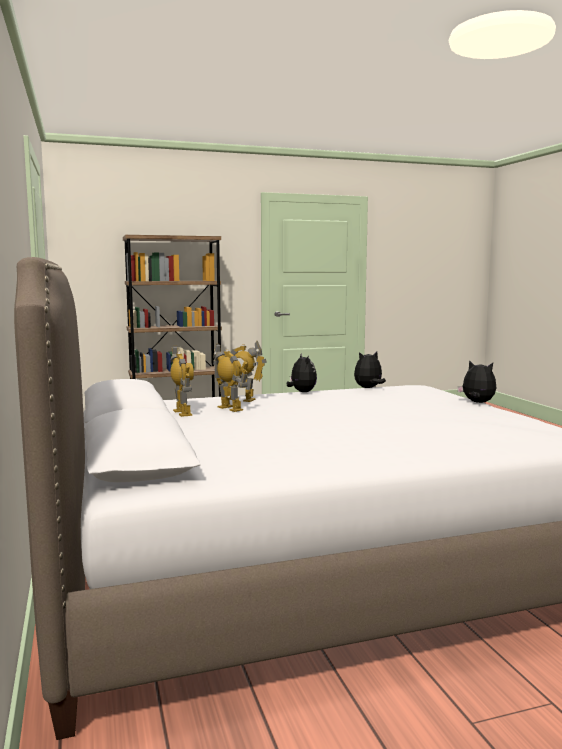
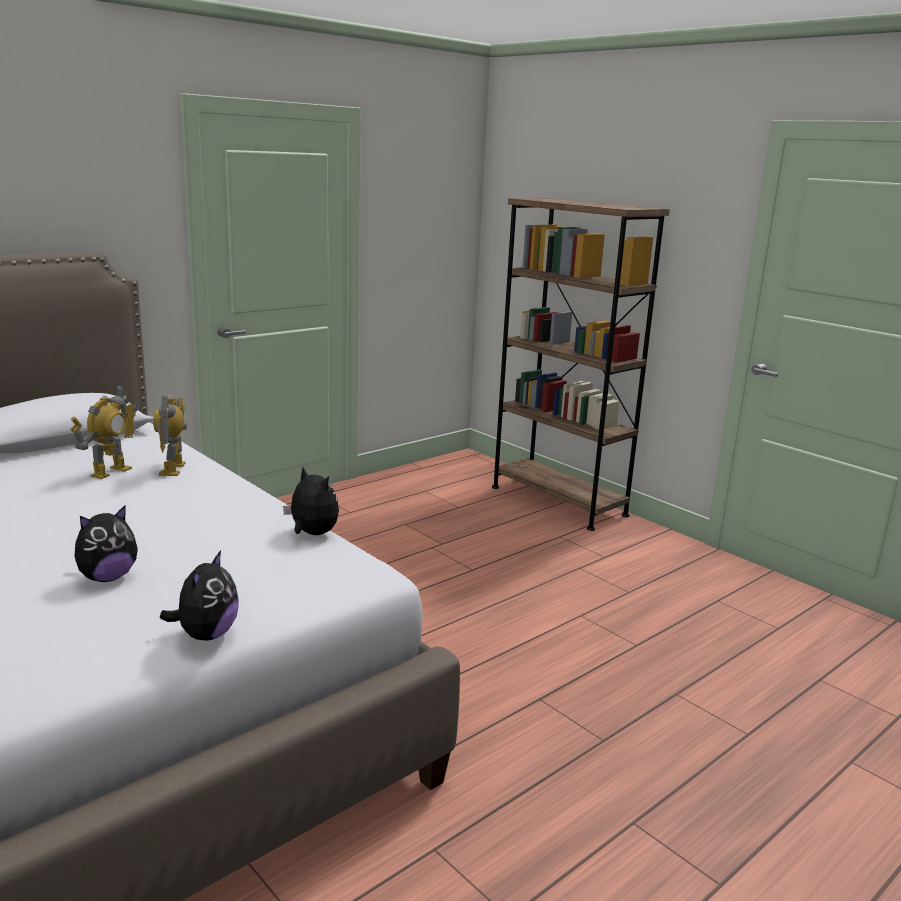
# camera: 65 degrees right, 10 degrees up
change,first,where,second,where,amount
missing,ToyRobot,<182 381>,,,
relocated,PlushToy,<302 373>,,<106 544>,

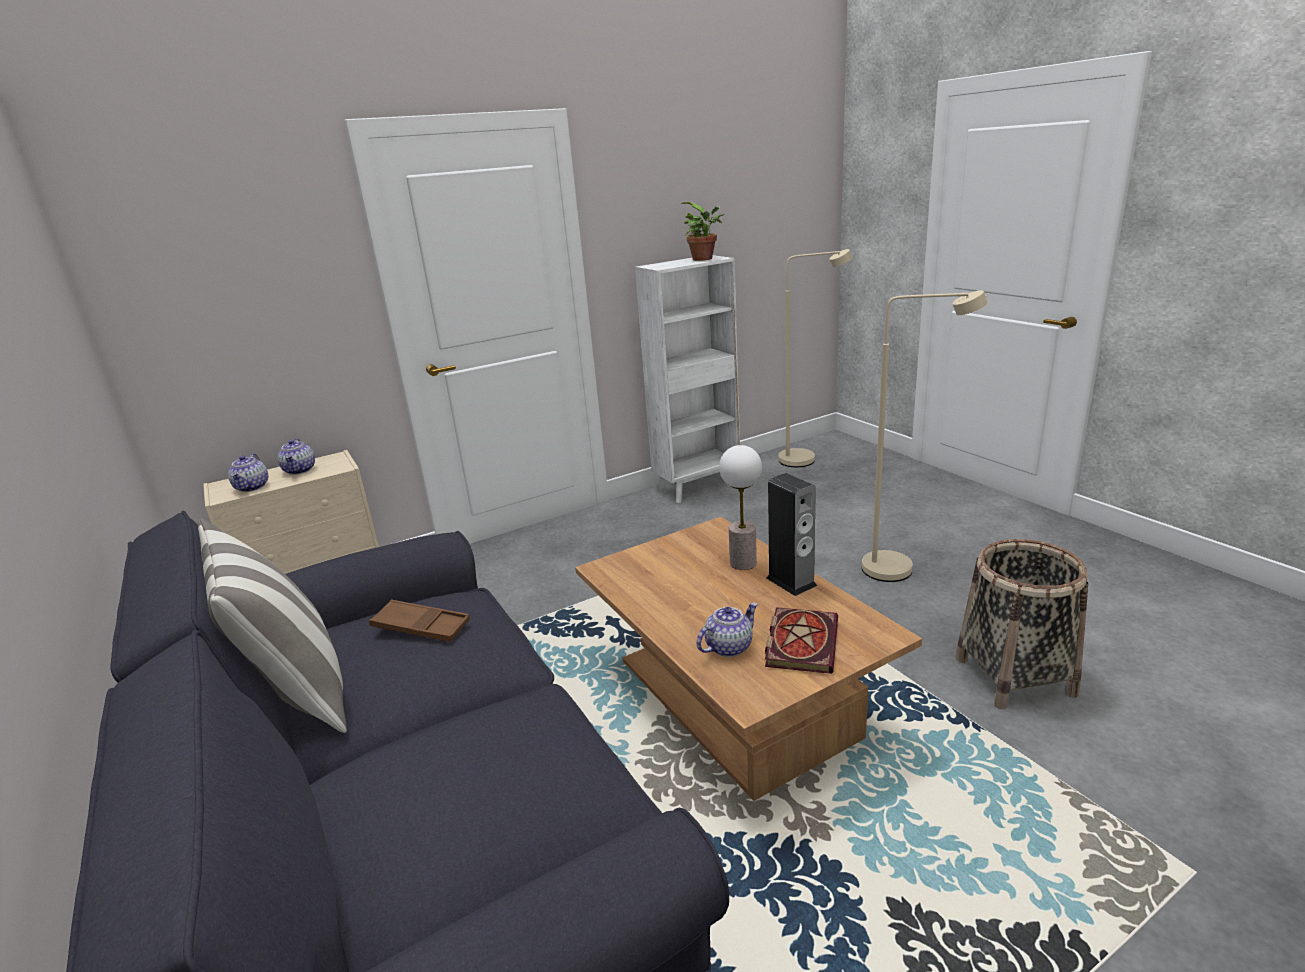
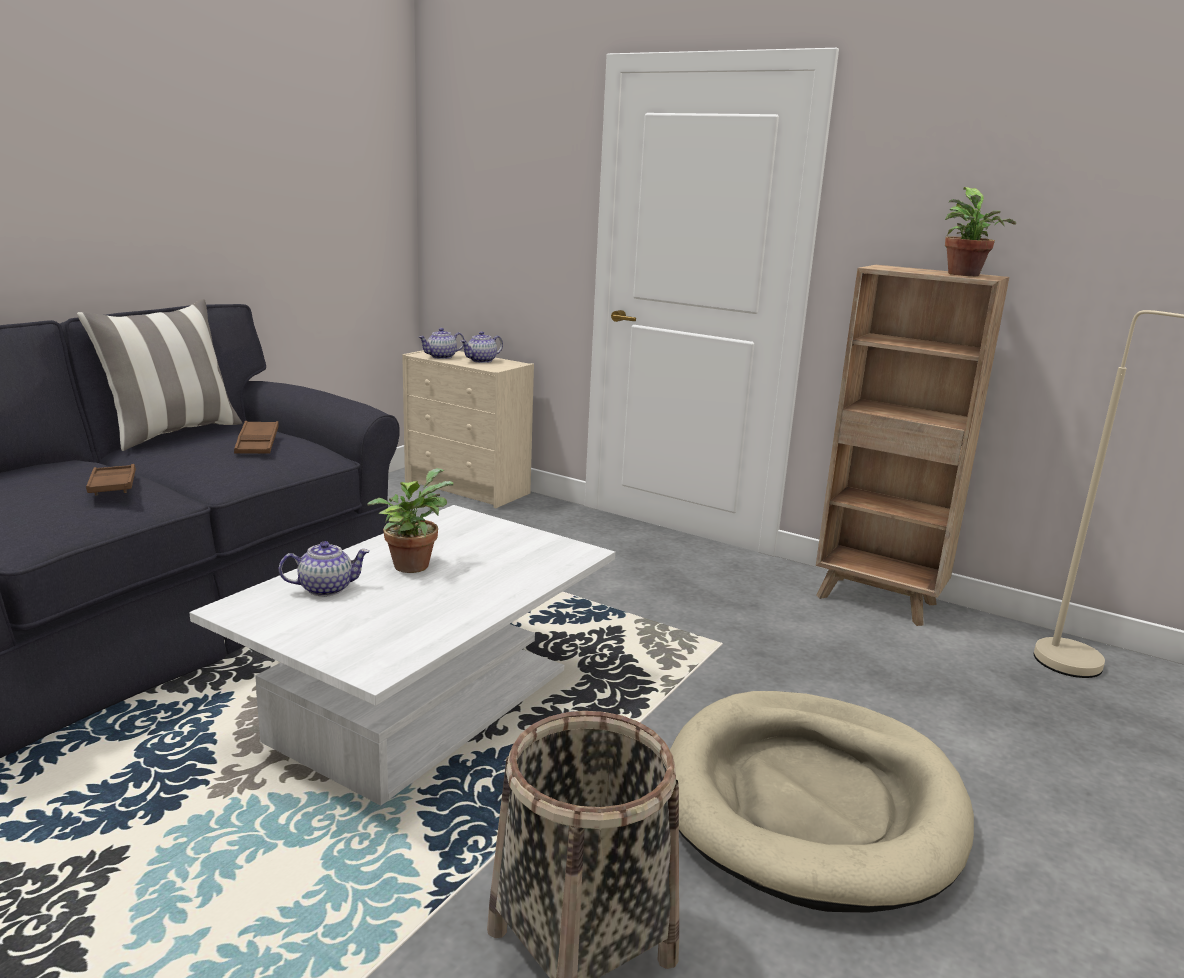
# camera: 60 degrees right, 5 degrees down
change,first,where,second,where,amount
colour,BrownCoffeeTable,<748 659>,WhiteCoffeeTable,<402 655>,
colour,WhiteBookcase,<687 379>,BrownBookcase,<912 445>,
spun,Teapot,<727 629>,,<324 569>,45 degrees counterclockwise
missing,TableLamp,<740 507>,,,
missing,Book,<801 640>,,,
missing,Speaker,<791 534>,,,
exchanged,BeigeFloorLamp,<925 436>,BeigeDogBed,<822 801>,
appeared,,,BrownTray,<111 480>,
appeared,,,PottedPlant,<410 520>,

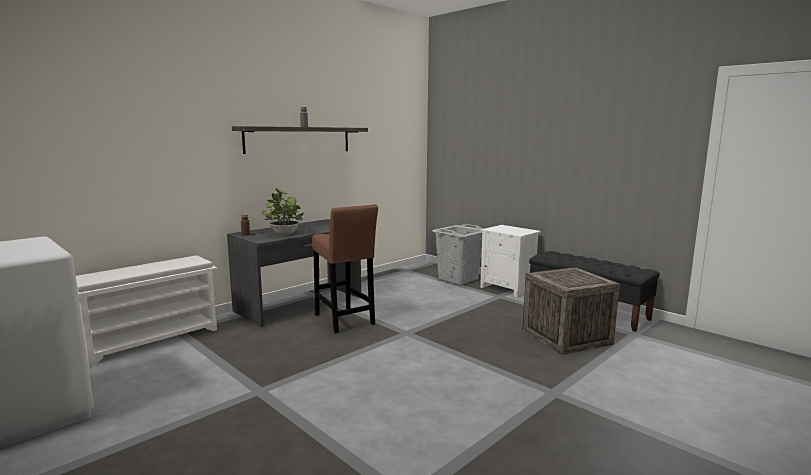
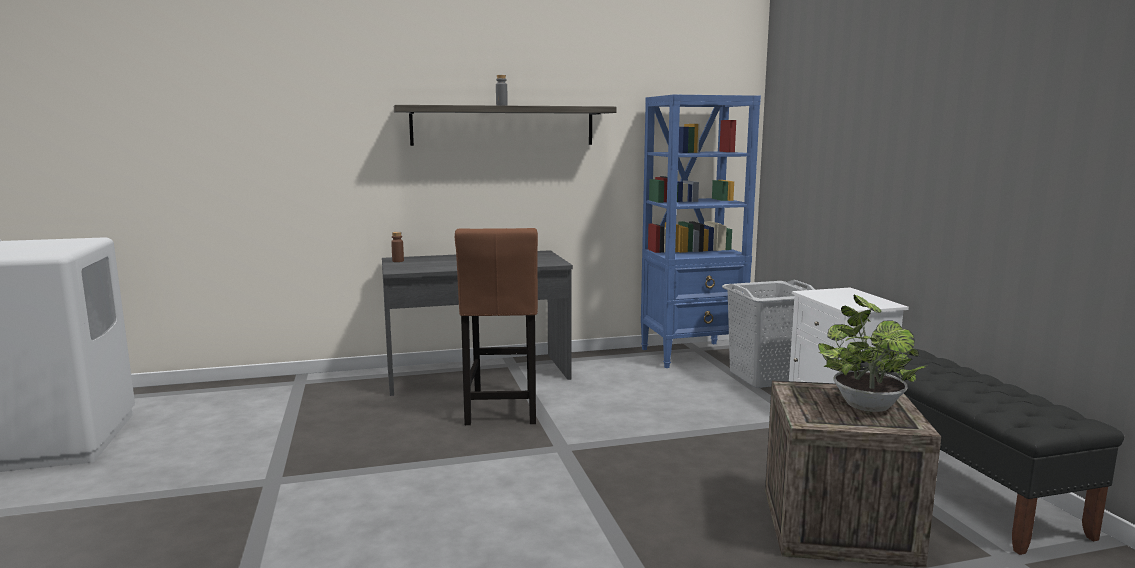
# camera: 30 degrees right, 0 degrees up
change,first,where,second,where,amount
missing,WhiteShoeRack,<146 311>,,,
relocated,PottedPlant,<283 211>,,<872 353>,
appeared,,,BlueBookcase,<701 231>,

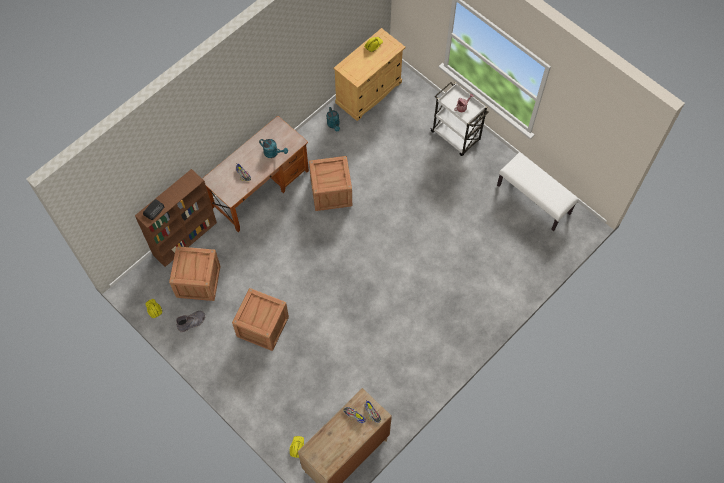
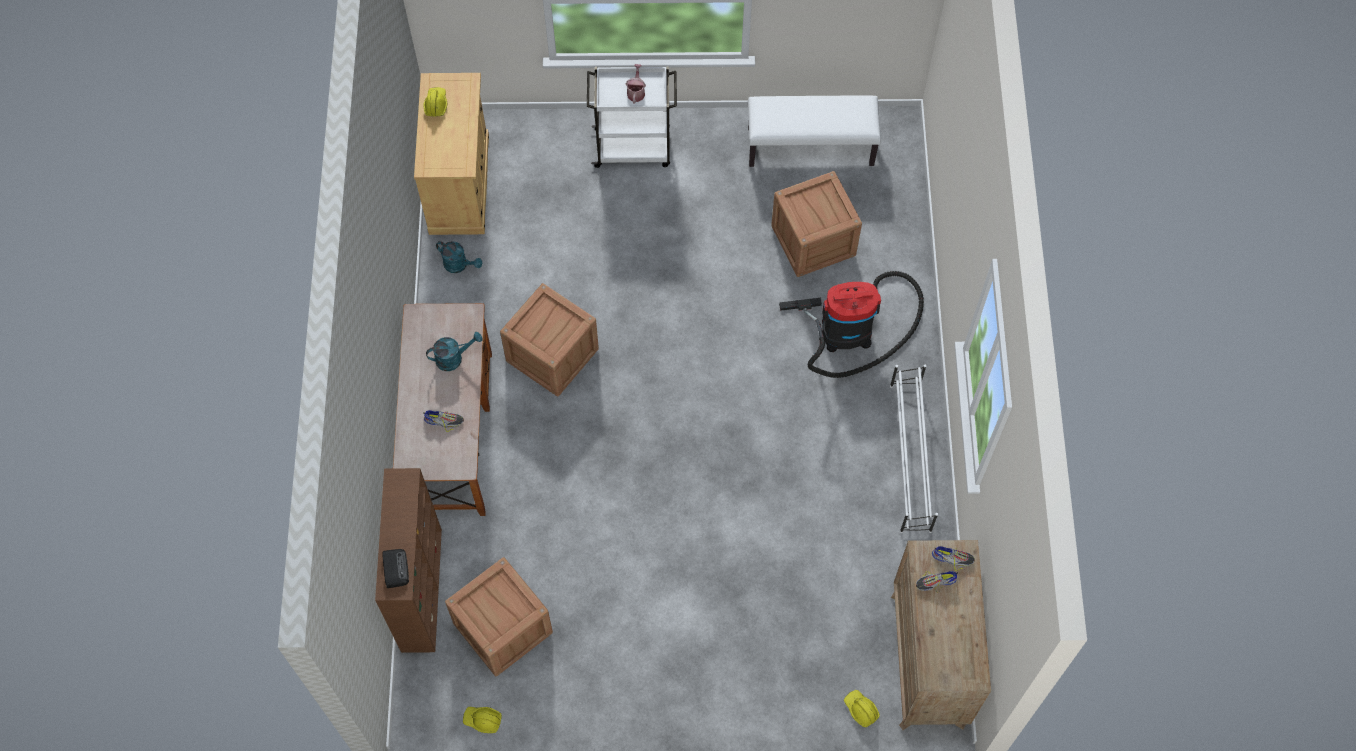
# camera: 45 degrees left, 0 degrees up
change,first,where,second,where,amount
missing,GreyBoot,<191 321>,,,
relocated,Crate,<260 319>,,<816 224>,
appeared,,,VacuumCleaner,<851 324>,
appeared,,,WhiteShoeRack,<914 448>,

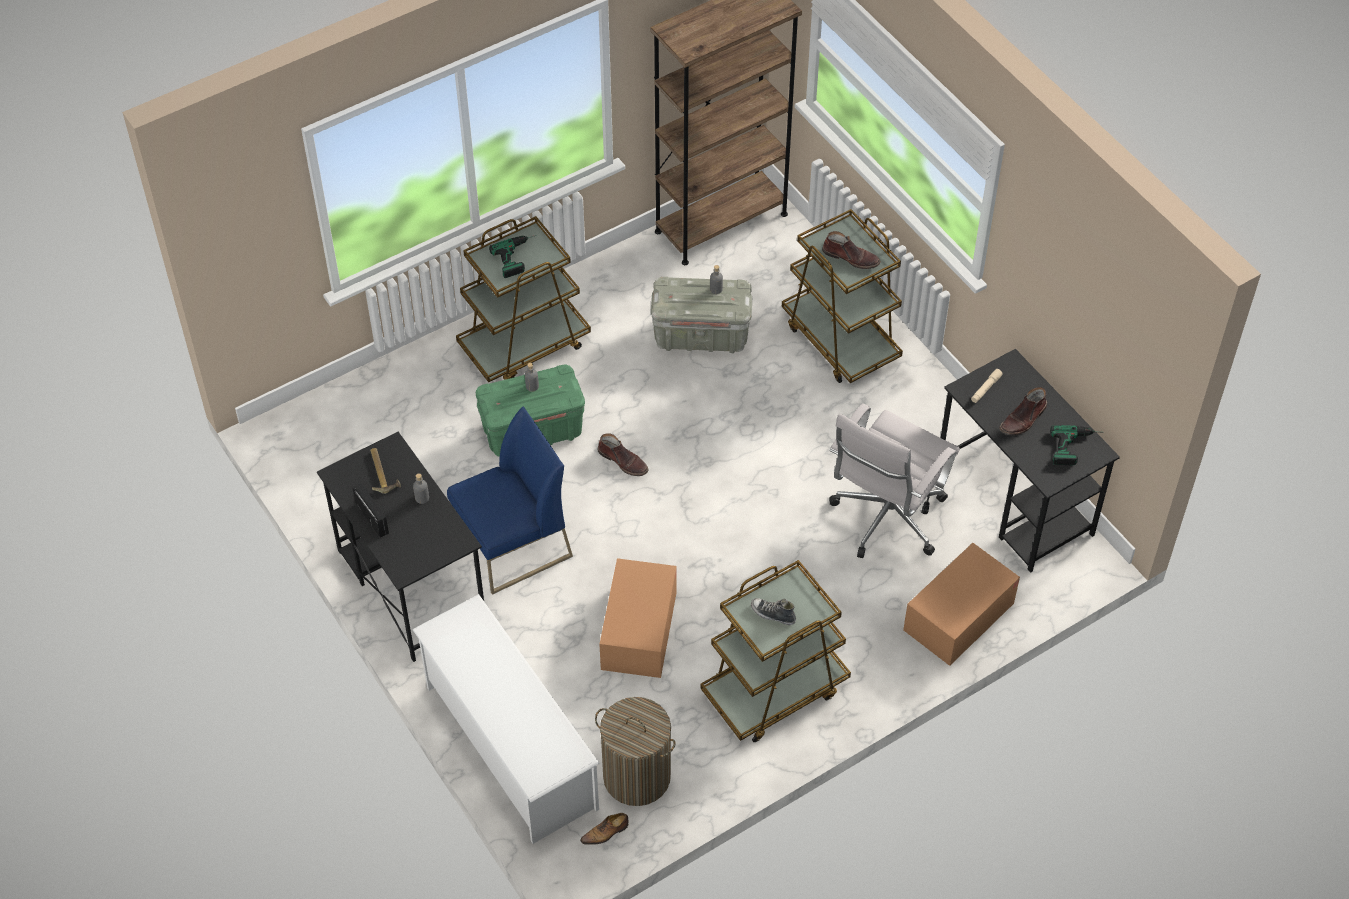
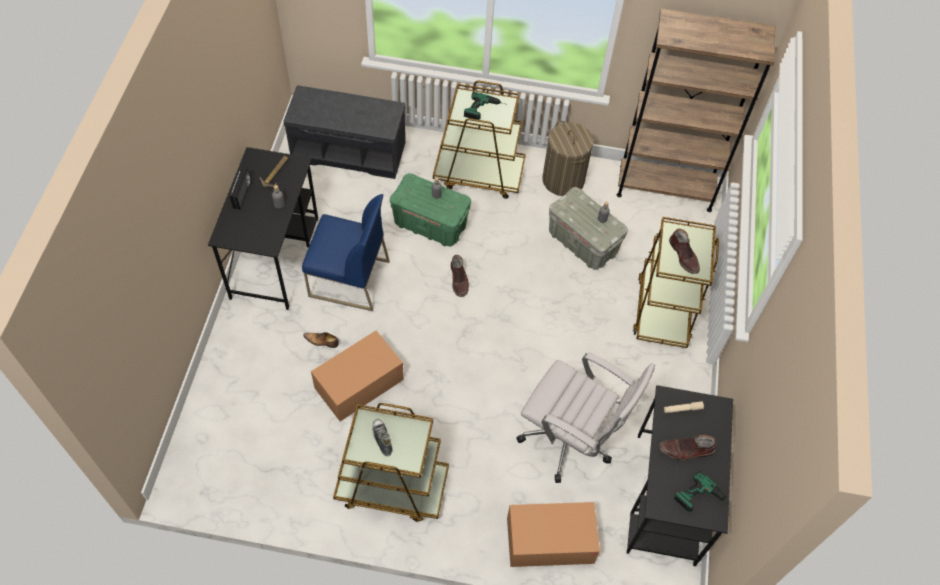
# camera: 40 degrees right, 5 degrees up
change,first,where,second,where,amount
missing,WhiteShoeRack,<506 719>,,,
relocated,Shoe,<604 829>,,<321 340>,
relocated,LaundryBasket,<635 751>,,<568 158>,
spun,WhiteOfficeChair,<894 480>,,<585 417>,135 degrees counterclockwise
appeared,,,GreyBench,<344 132>,

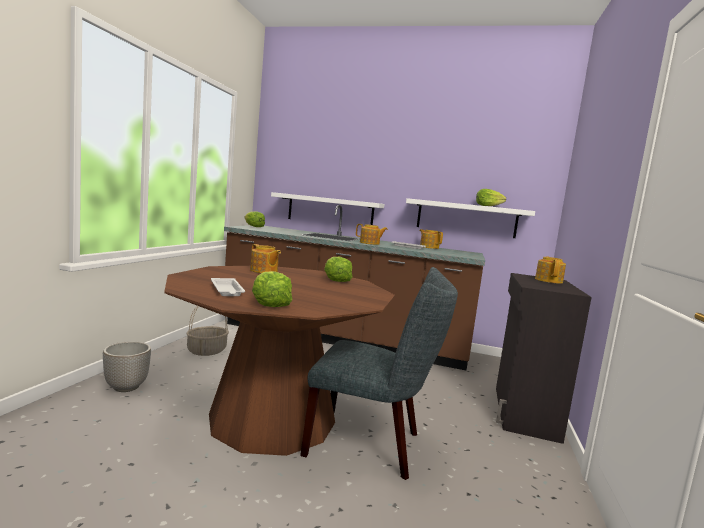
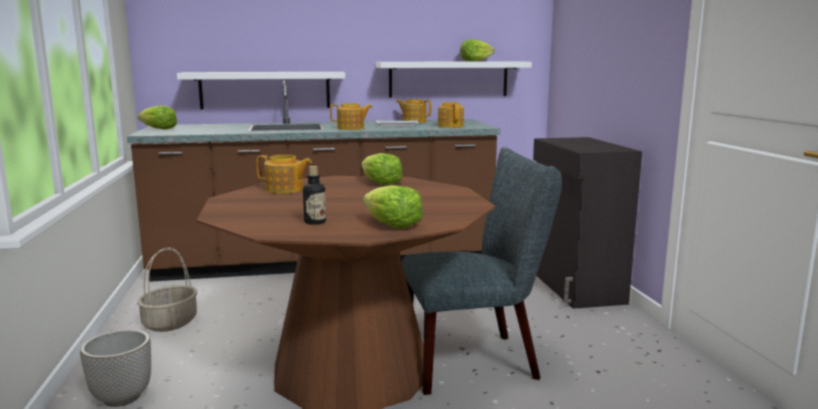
# camera: 25 degrees left, 5 degrees up
change,first,where,second,where,amount
exchanged,WhiteTray,<228 287>,Bottle,<314 195>,
relocated,Teapot,<550 270>,,<451 115>,

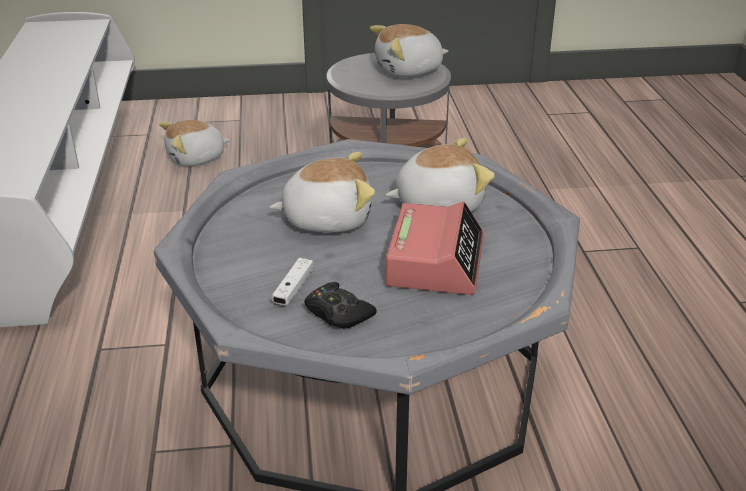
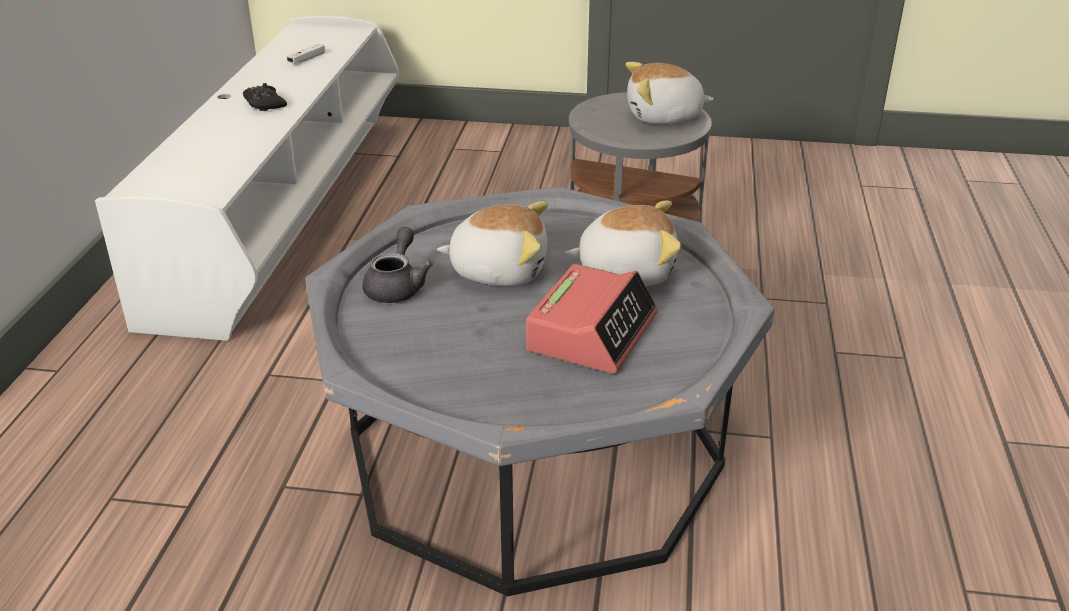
# camera: 15 degrees right, 0 degrees up
change,first,where,second,where,amount
missing,PlushToy,<194 143>,,,
relocated,WhiteGameController,<293 281>,,<306 53>,
relocated,BlackGameController,<340 305>,,<265 97>,
appeared,,,GreyTeapot,<397 265>,

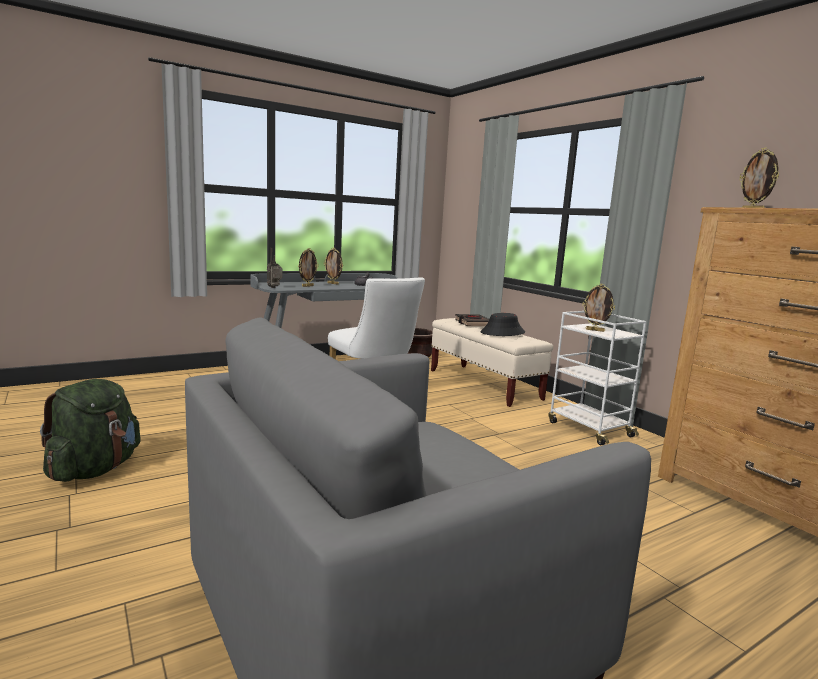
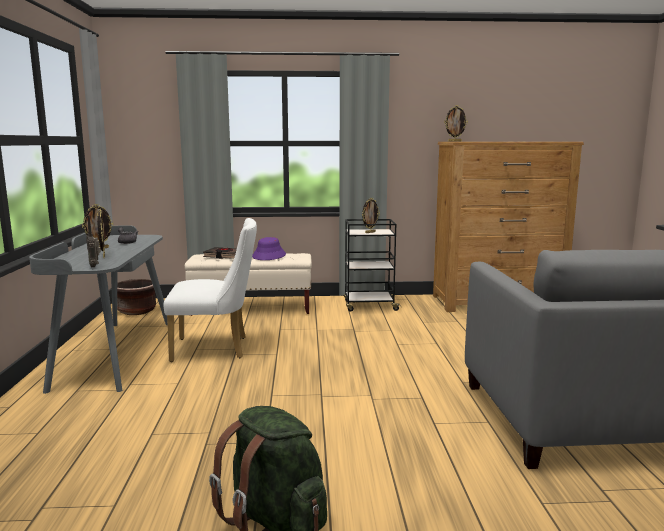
# camera: 60 degrees left, 0 degrees up
change,first,where,second,where,amount
colour,BlackHat,<502 324>,PurpleHat,<269 248>,
colour,WhiteCart,<597 378>,BlackCart,<373 265>,

